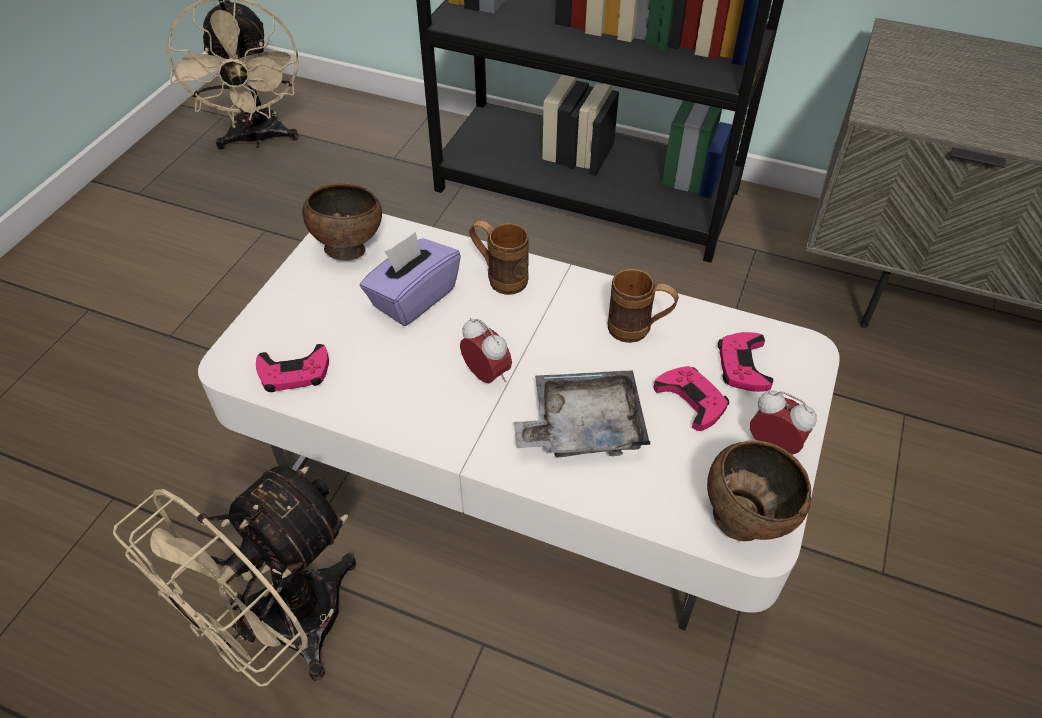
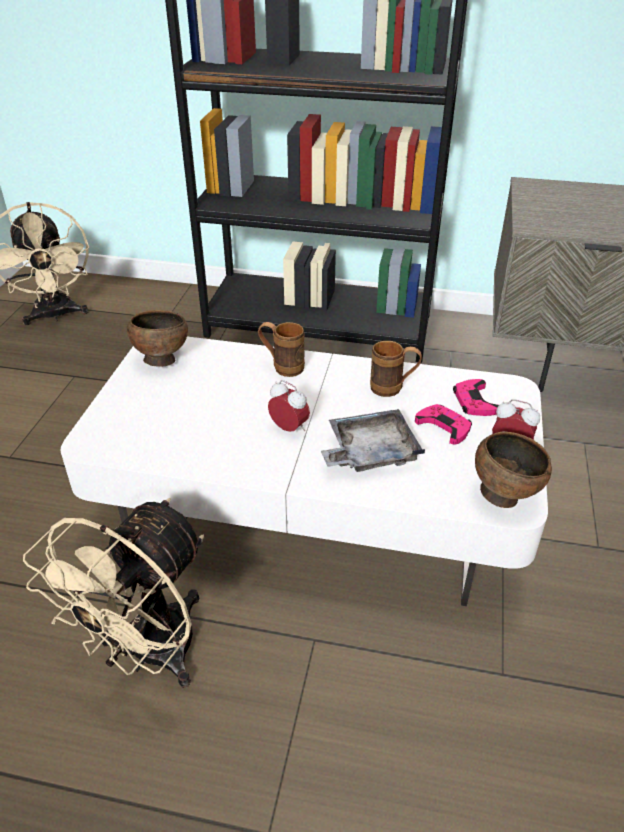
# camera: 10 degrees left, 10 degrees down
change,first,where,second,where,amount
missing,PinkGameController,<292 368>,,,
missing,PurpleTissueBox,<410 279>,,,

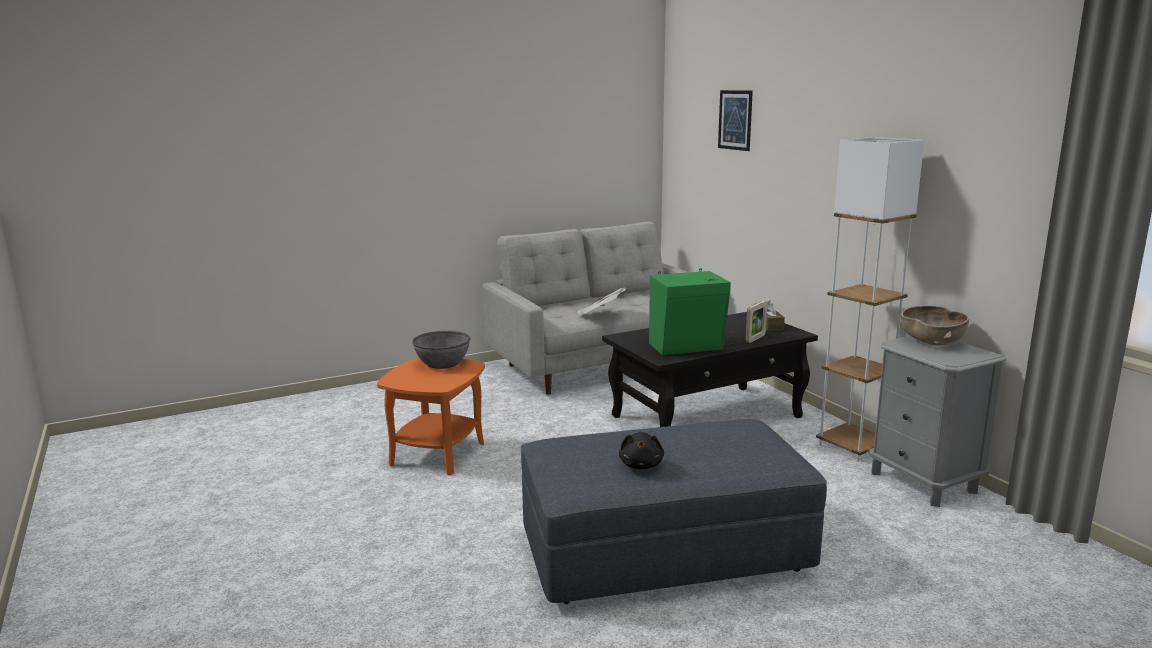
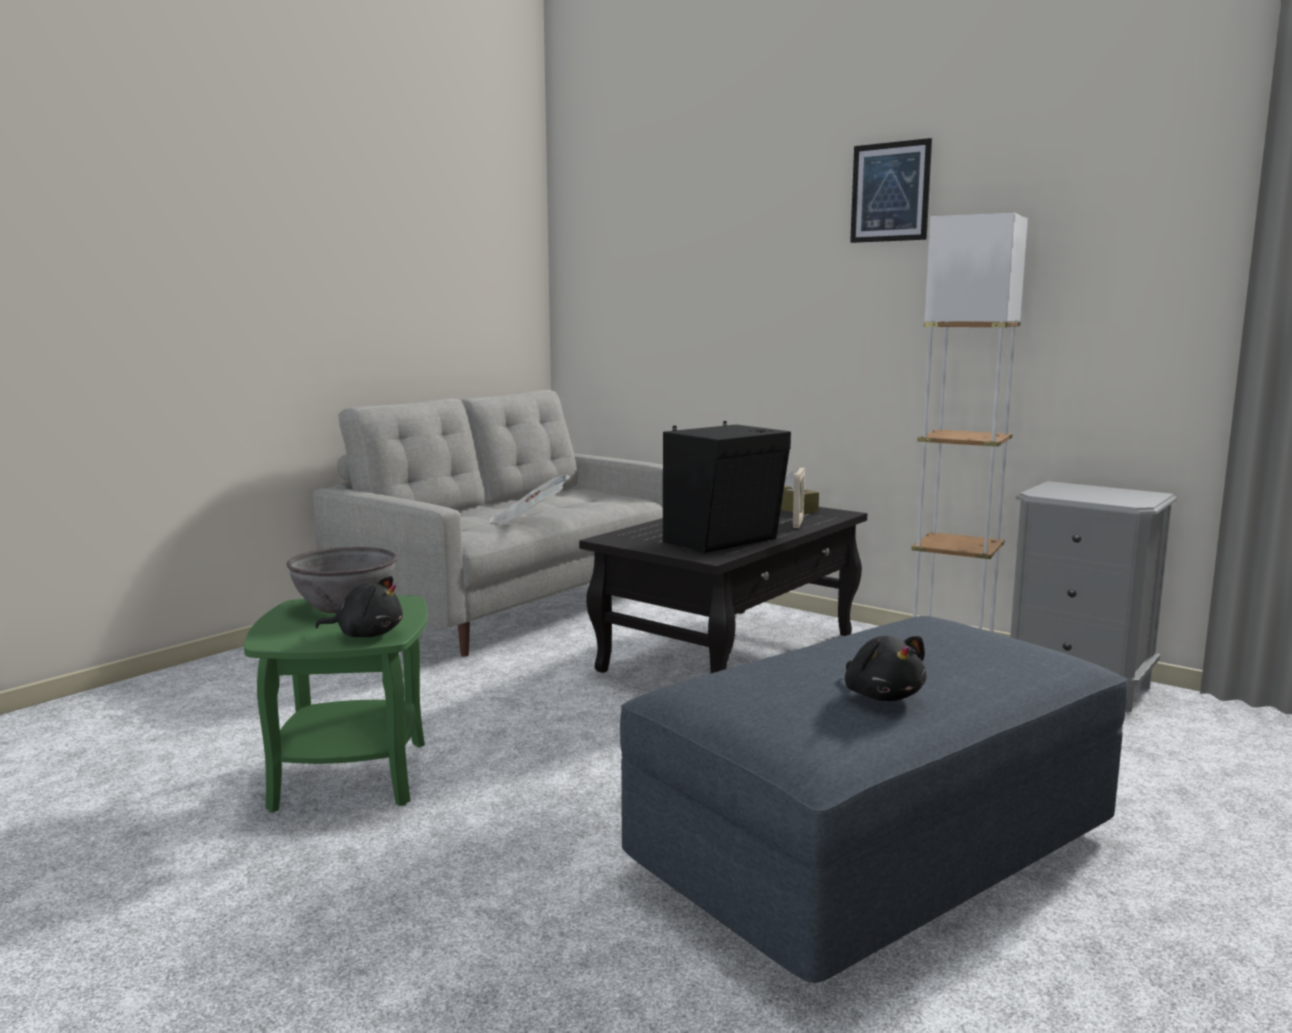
# camera: 25 degrees left, 5 degrees down
change,first,where,second,where,amount
colour,OrangeSideTable,<431 416>,GreenSideTable,<336 703>,
colour,GreenSpeaker,<690 311>,BlackSpeaker,<727 487>,
relocated,Picture,<735 120>,,<891 190>,
missing,BrownBowl,<935 325>,,,
appeared,,,BlackPlushToy,<359 606>,

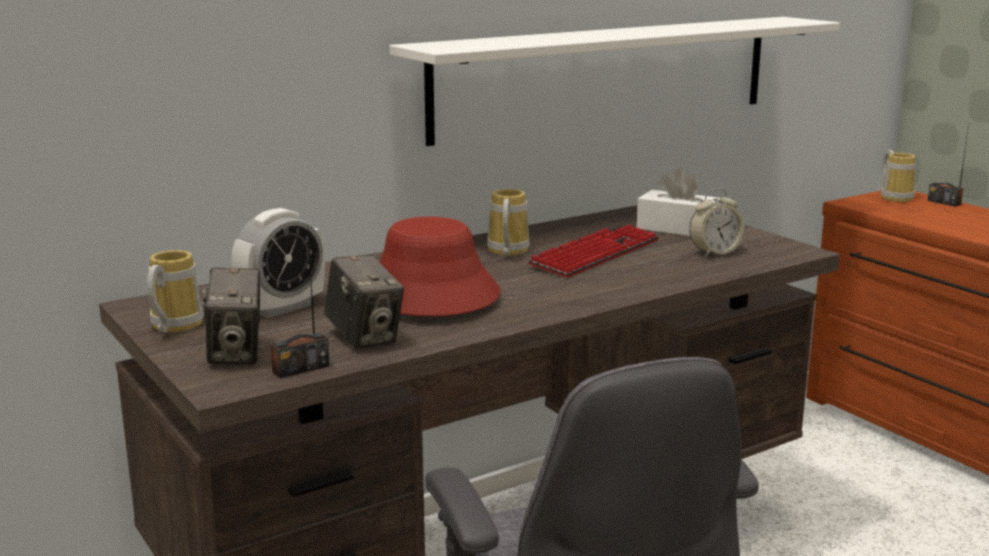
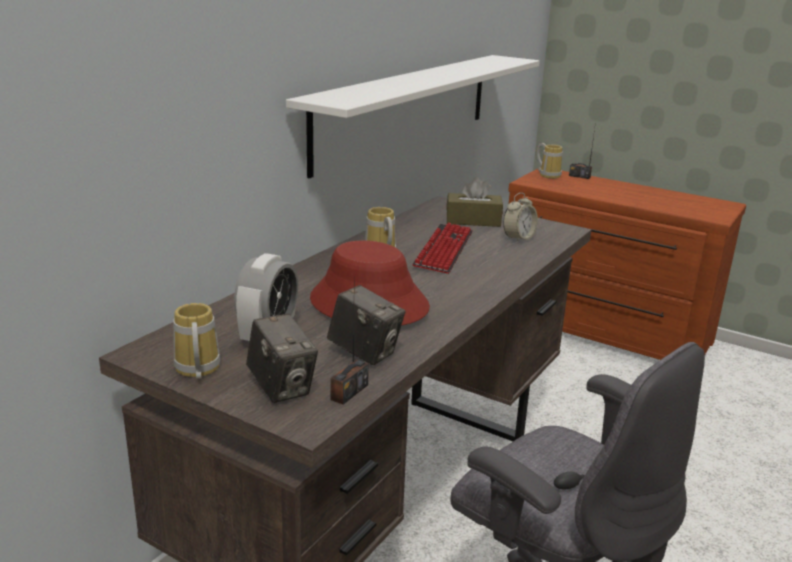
# camera: 25 degrees left, 5 degrees up
change,first,where,second,where,amount
colour,WhiteTissueBox,<679 202>,BrownTissueBox,<475 202>,

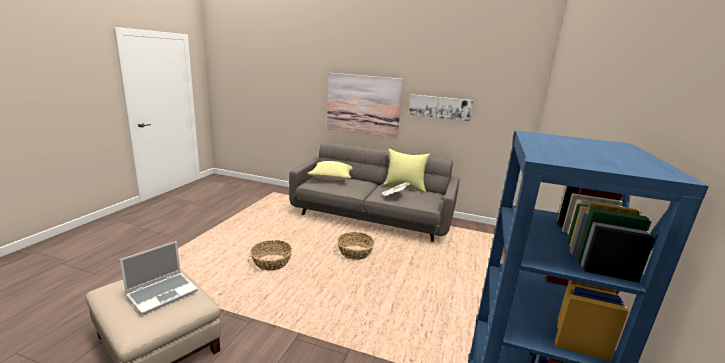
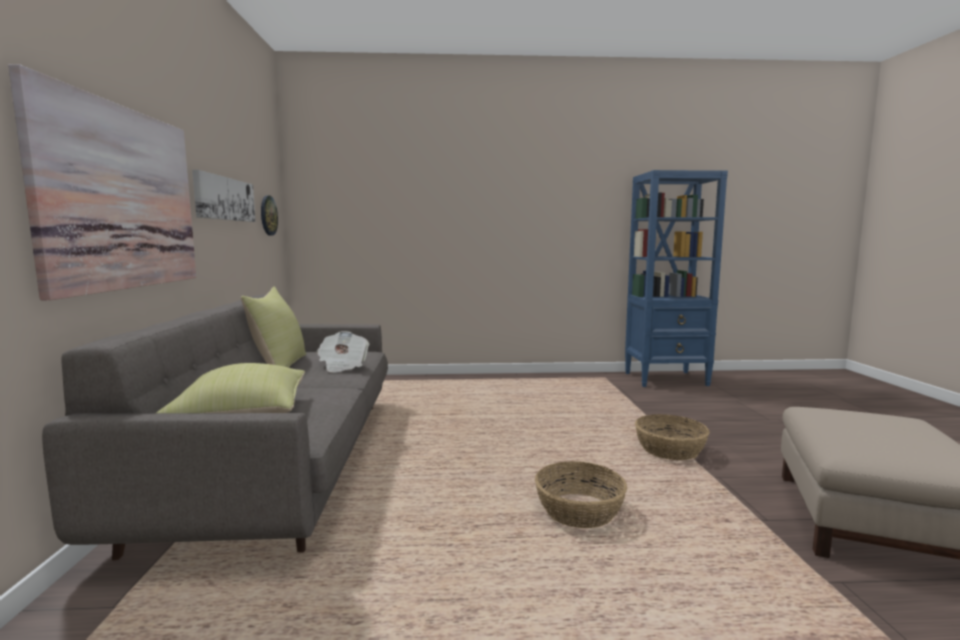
# camera: 110 degrees left, 10 degrees down
change,first,where,second,where,amount
missing,Laptop,<159 278>,,,
relocated,Basket,<356 246>,,<672 437>,
appeared,,,WallClock,<269 215>,

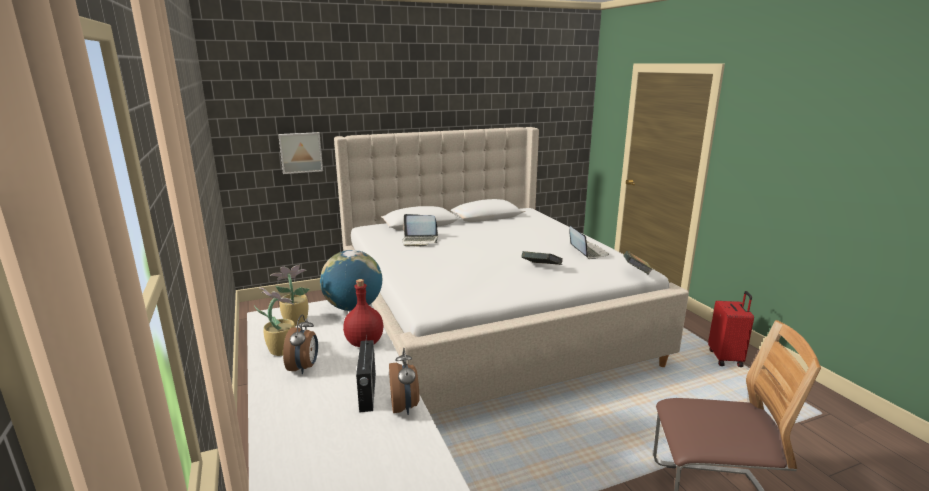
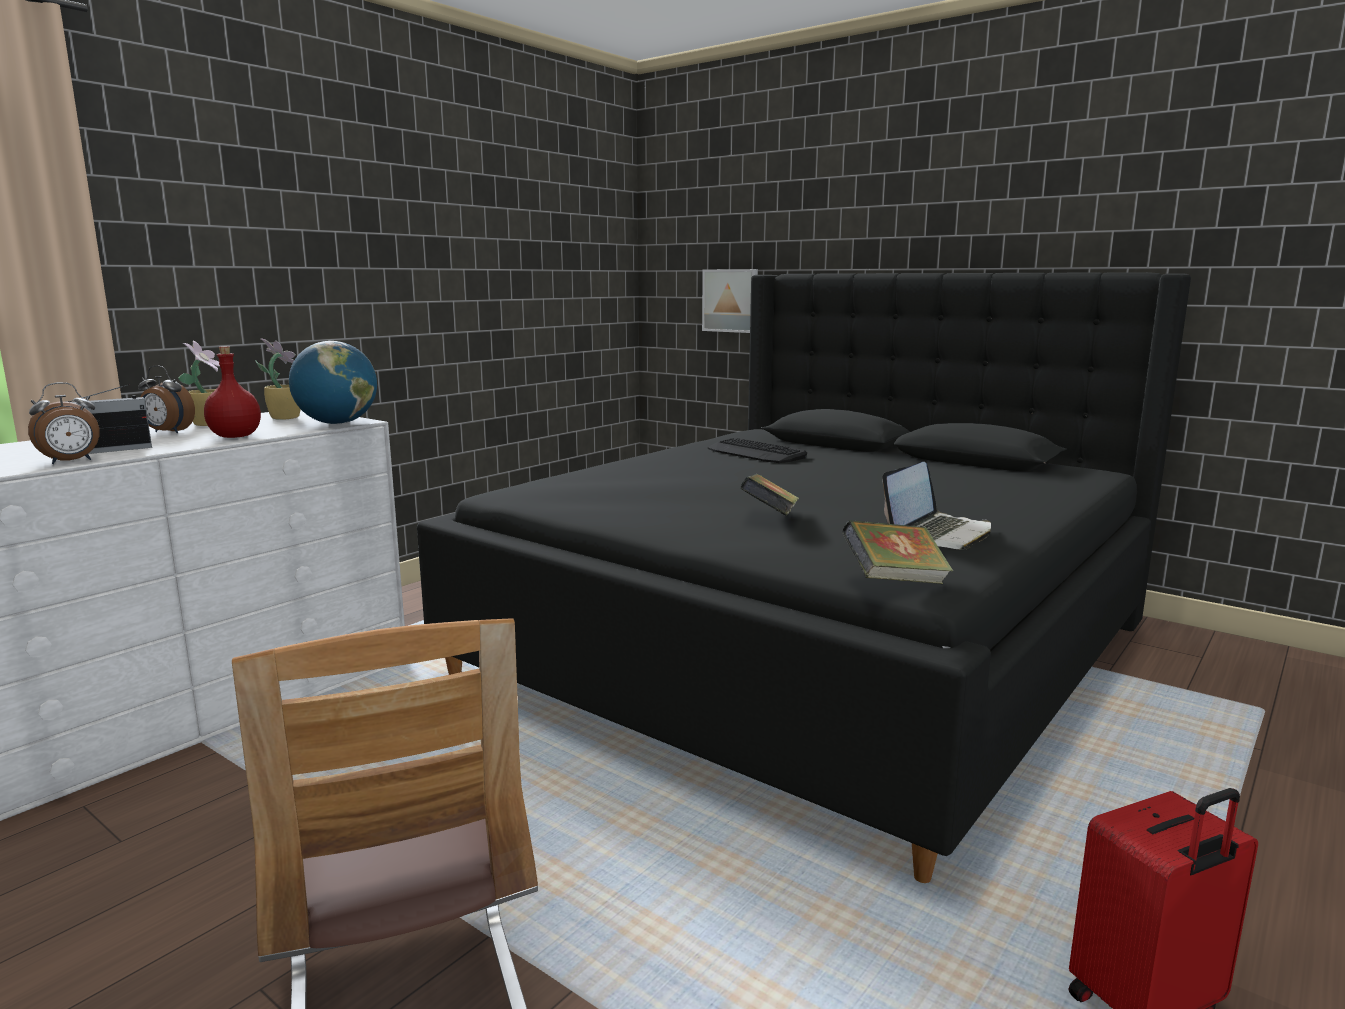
# camera: 60 degrees right, 5 degrees down
change,first,where,second,where,amount
spun,AlarmClock,<300 344>,,<166 399>,45 degrees clockwise
colour,BeigeBed,<511 271>,BlackBed,<804 577>,
exchanged,Laptop,<420 230>,Keyboard,<757 450>,

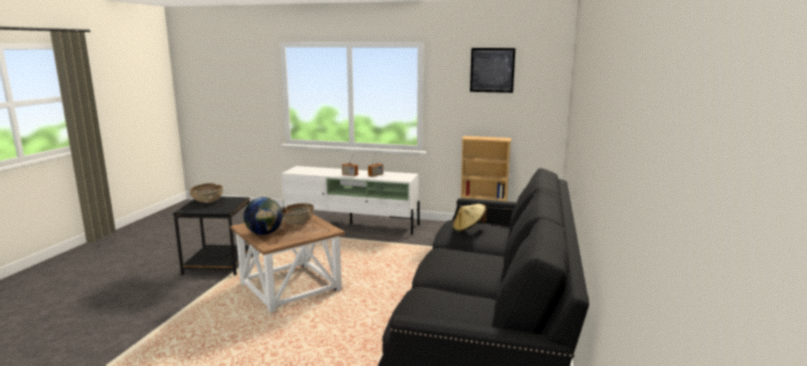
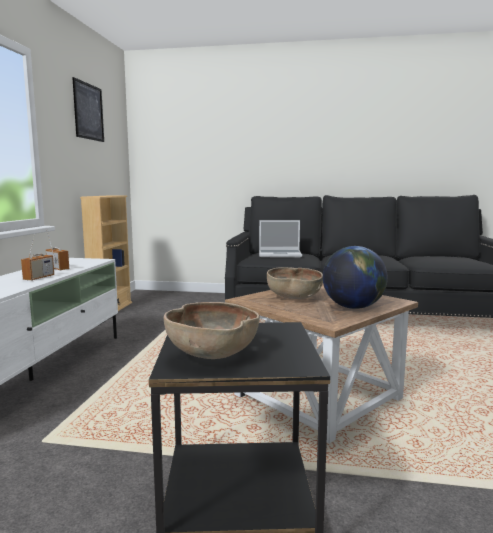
# camera: 95 degrees left, 5 degrees down
change,first,where,second,where,amount
exchanged,BeigeHat,<470 218>,Laptop,<280 239>,

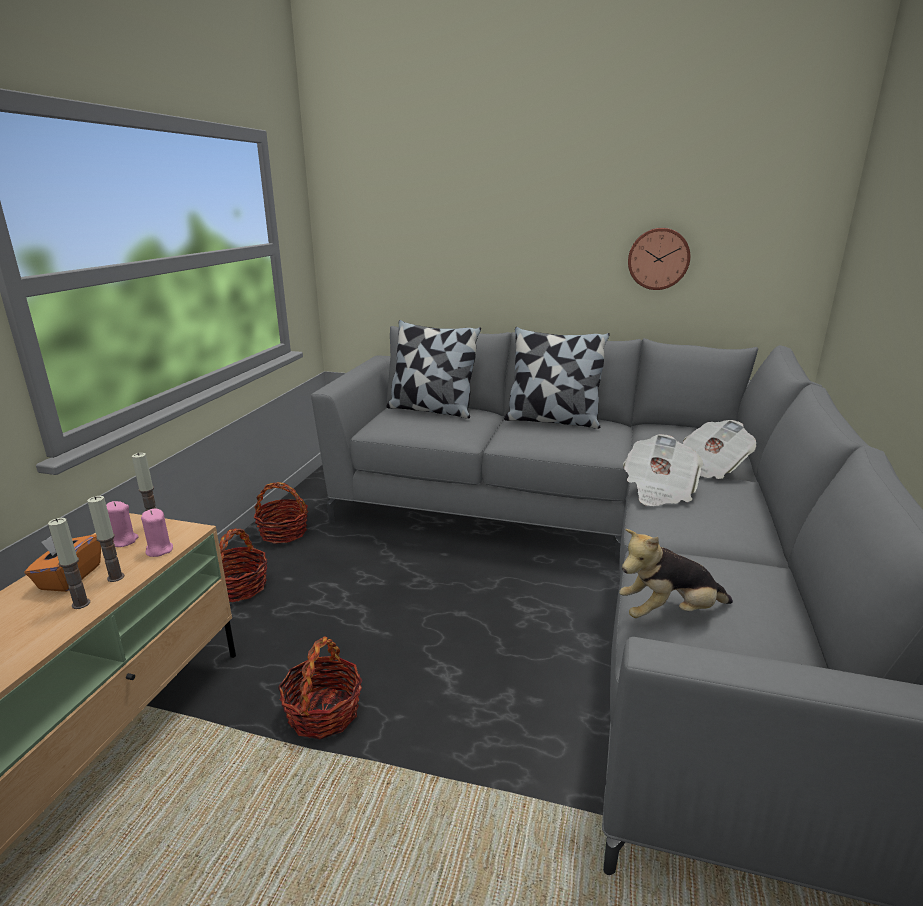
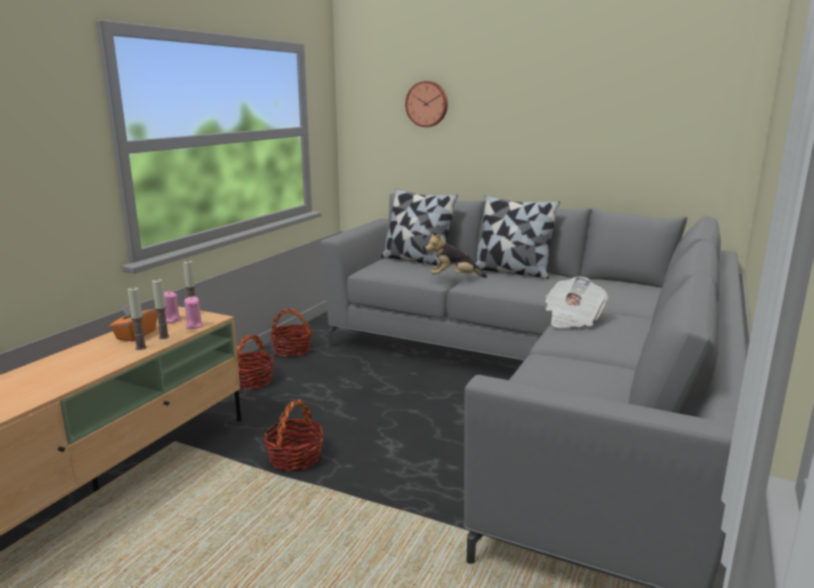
# camera: 10 degrees right, 5 degrees down
change,first,where,second,where,amount
relocated,PlushToy,<676 573>,,<456 255>,
relocated,WallClock,<659 259>,,<426 104>,
missing,Newspaper,<719 449>,,,

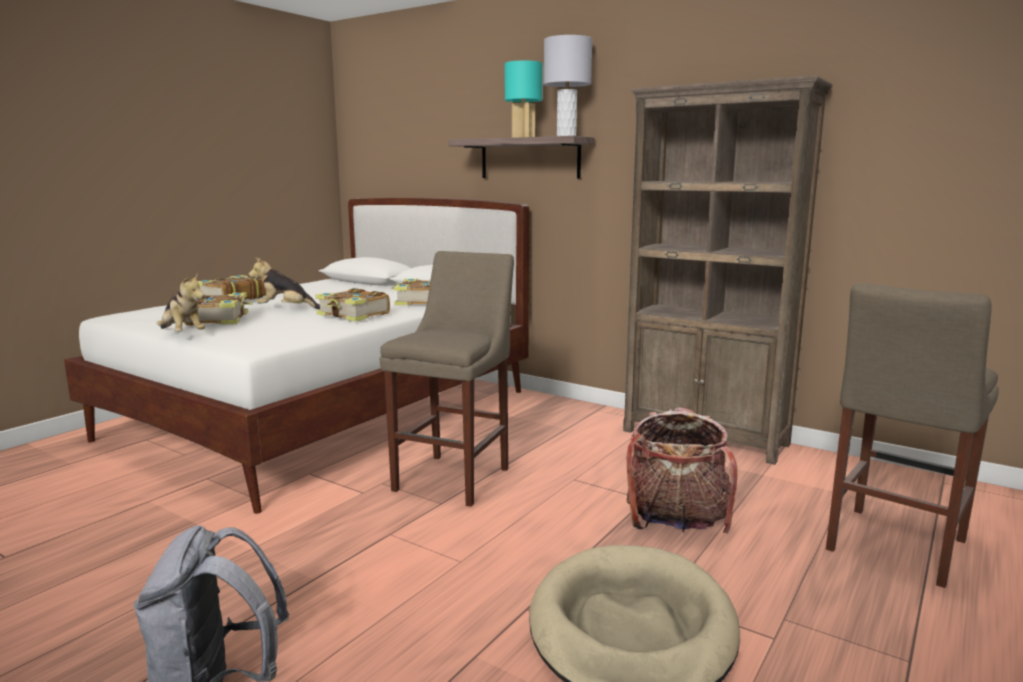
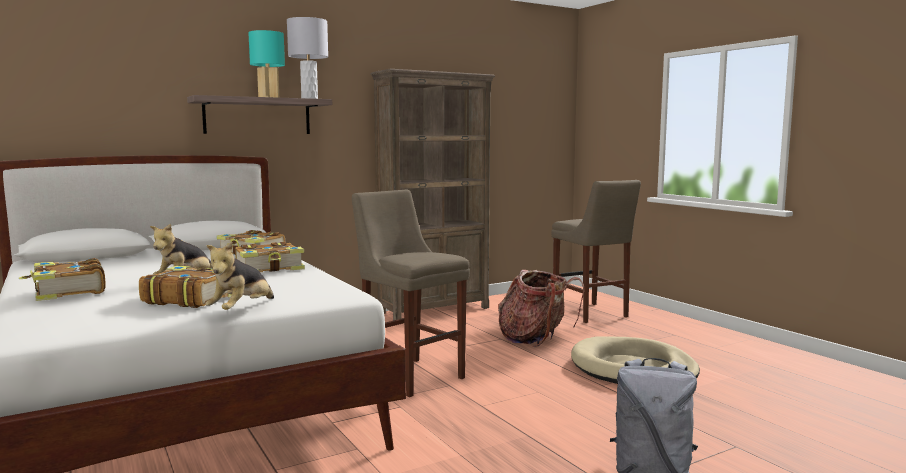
# camera: 65 degrees left, 5 degrees down
change,first,where,second,where,amount
spun,PlushToy,<181 302>,,<240 276>,135 degrees clockwise

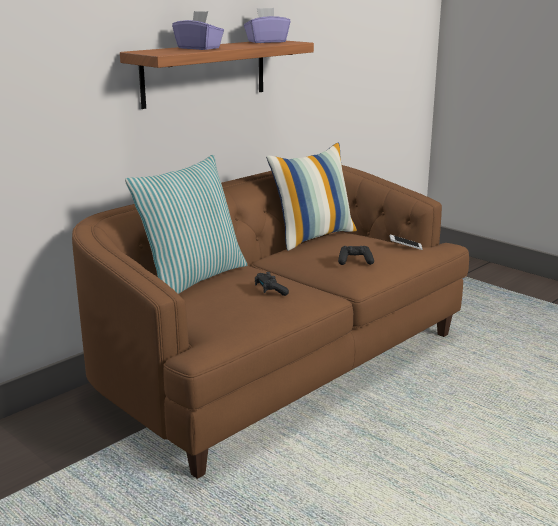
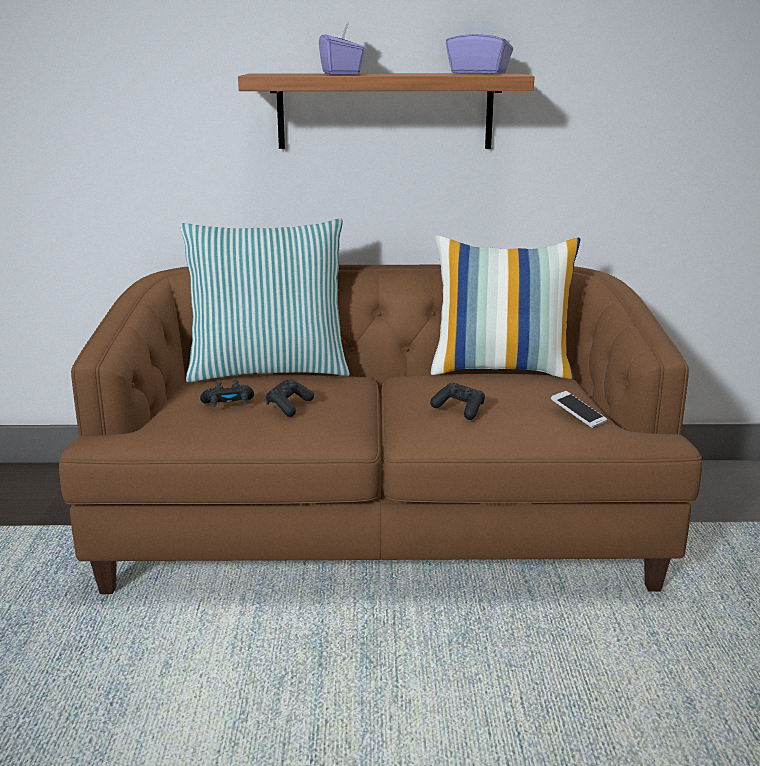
# camera: 45 degrees right, 0 degrees up
change,first,where,second,where,amount
appeared,,,BlackGameController,<227 393>,

